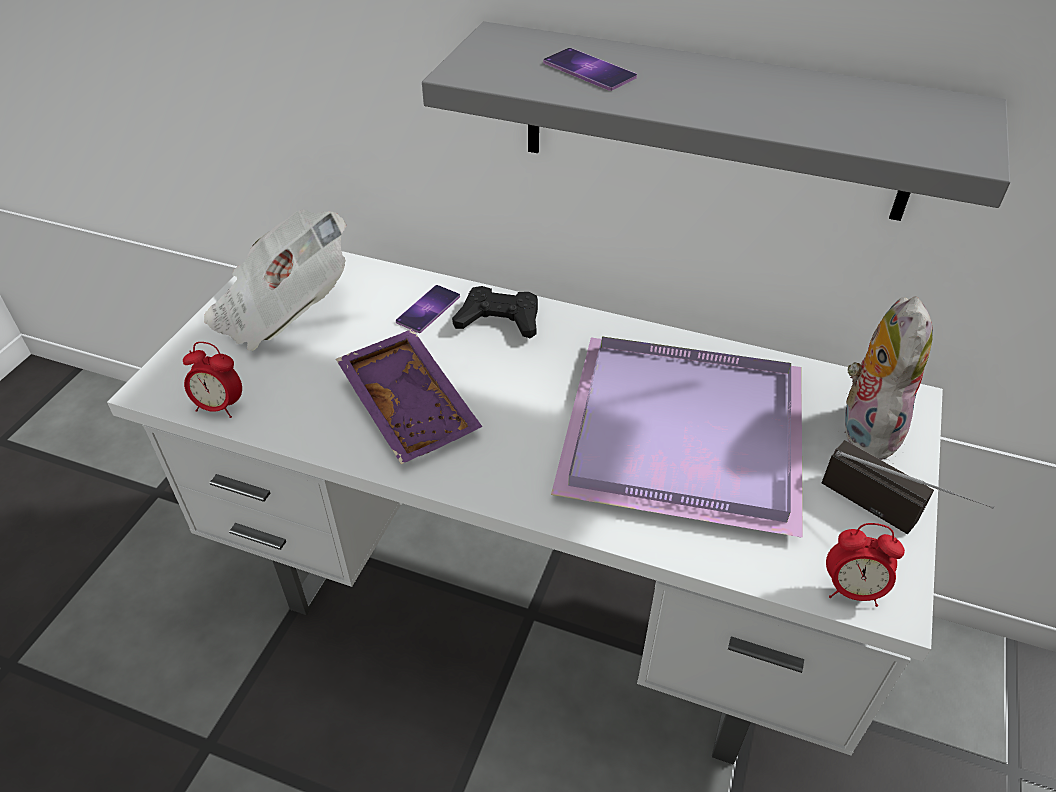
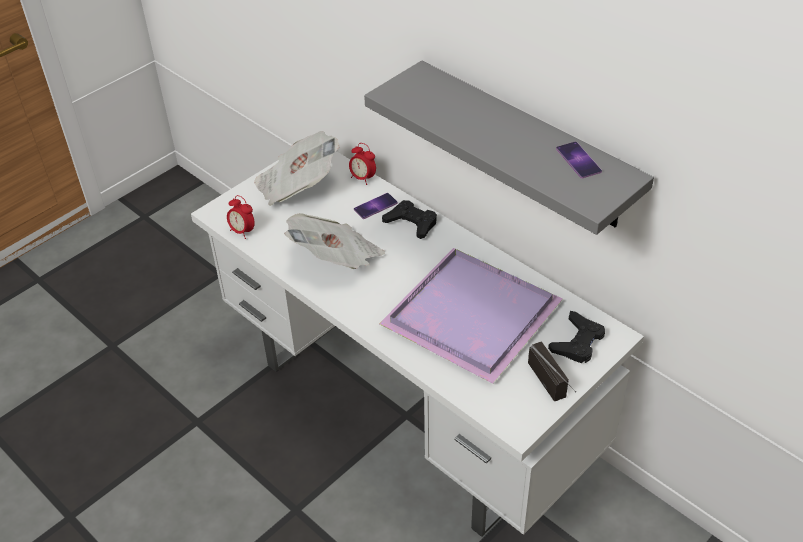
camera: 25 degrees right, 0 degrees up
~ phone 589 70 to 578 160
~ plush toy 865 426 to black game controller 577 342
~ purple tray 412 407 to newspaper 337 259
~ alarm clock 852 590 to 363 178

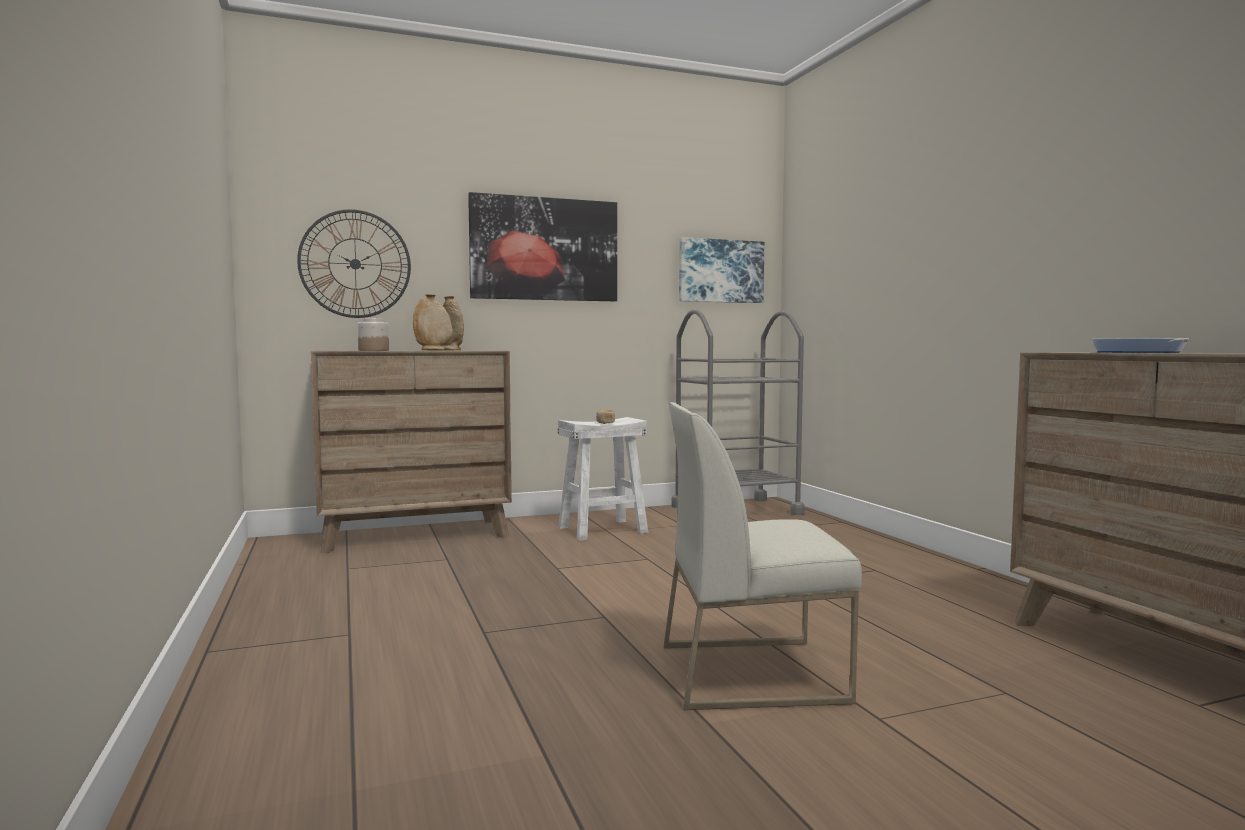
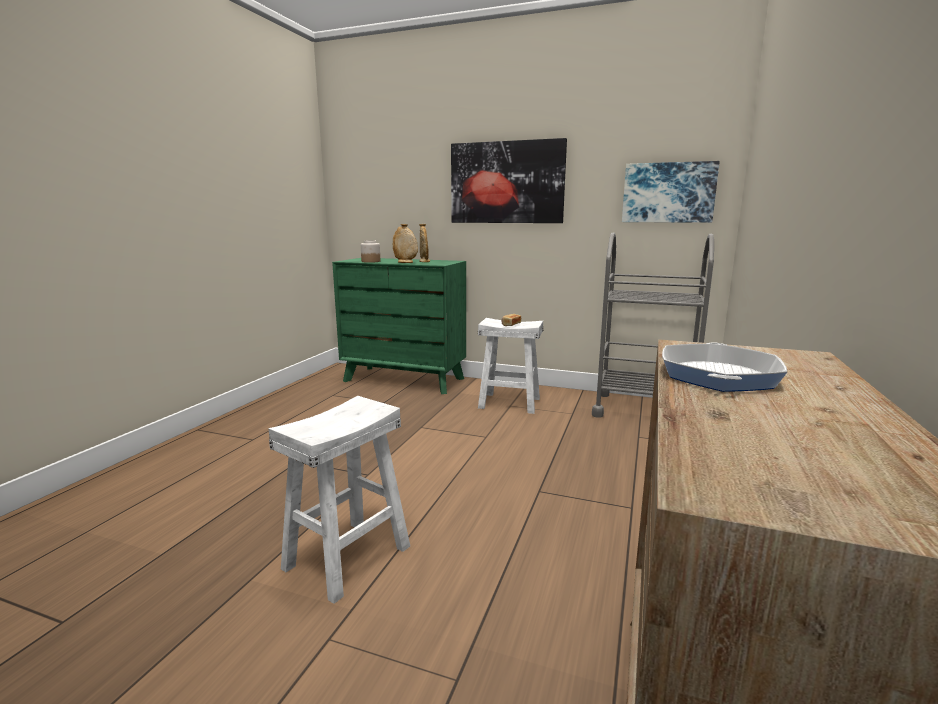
camera: 40 degrees right, 10 degrees up
- wall clock 355 264
~ brown dresser 415 535 to green dresser 404 380
~ white chair 752 672 to white stool 347 556

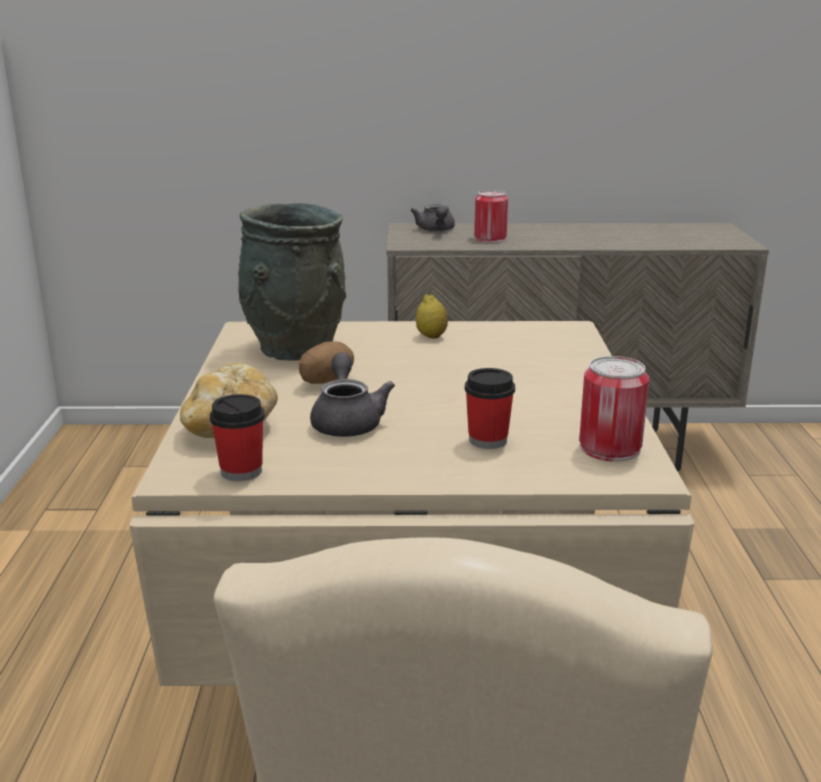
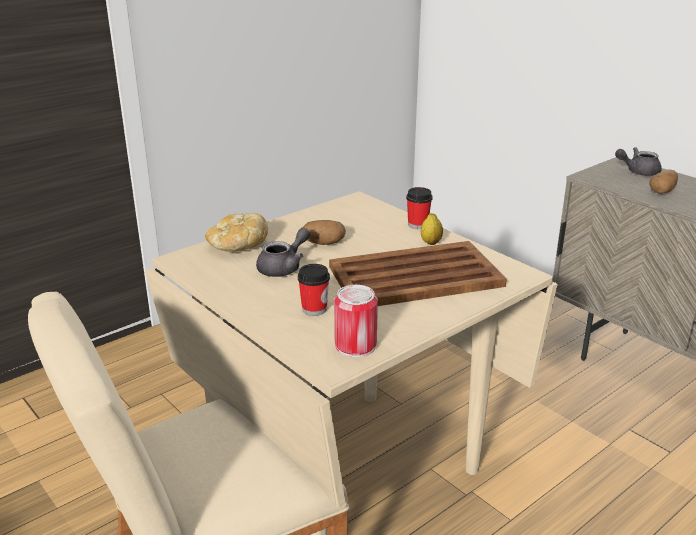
camera: 50 degrees right, 5 degrees up
~ can 490 239 to potato 662 191
- grey vase 294 349
~ grey teapot 436 230 = 638 172 45 degrees clockwise
~ cup 241 471 to 418 225
+ brown tray 417 276

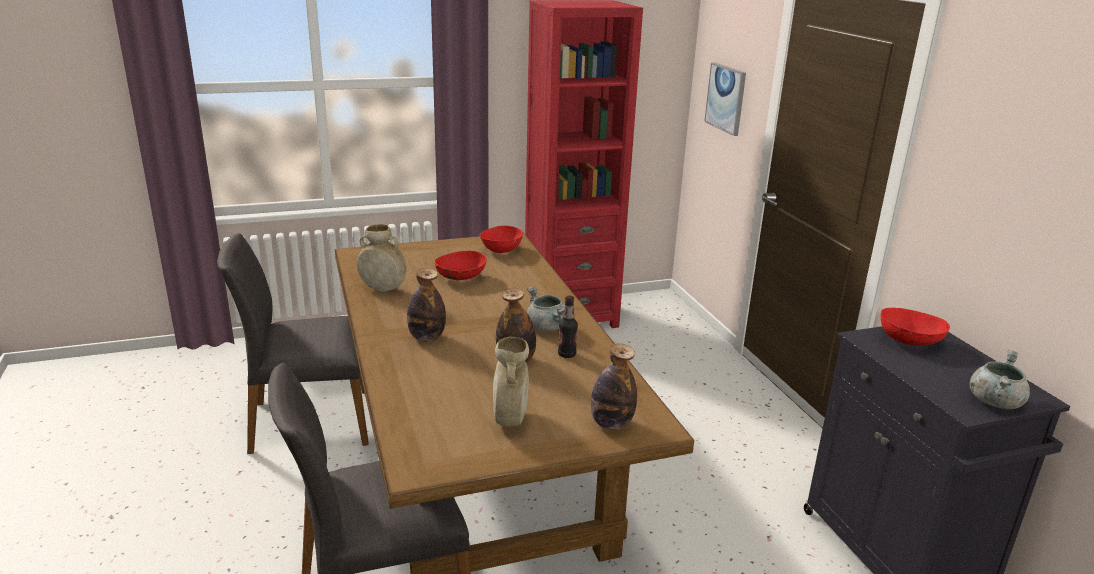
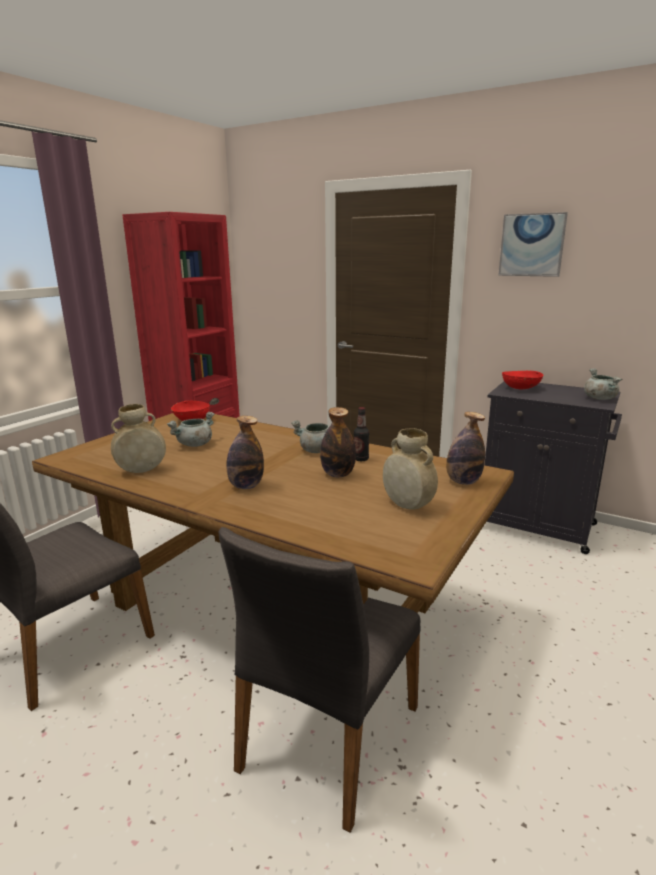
camera: 40 degrees left, 5 degrees down
~ picture 726 98 to 532 245
~ red bowl 461 278 to grey cooking pot 195 445

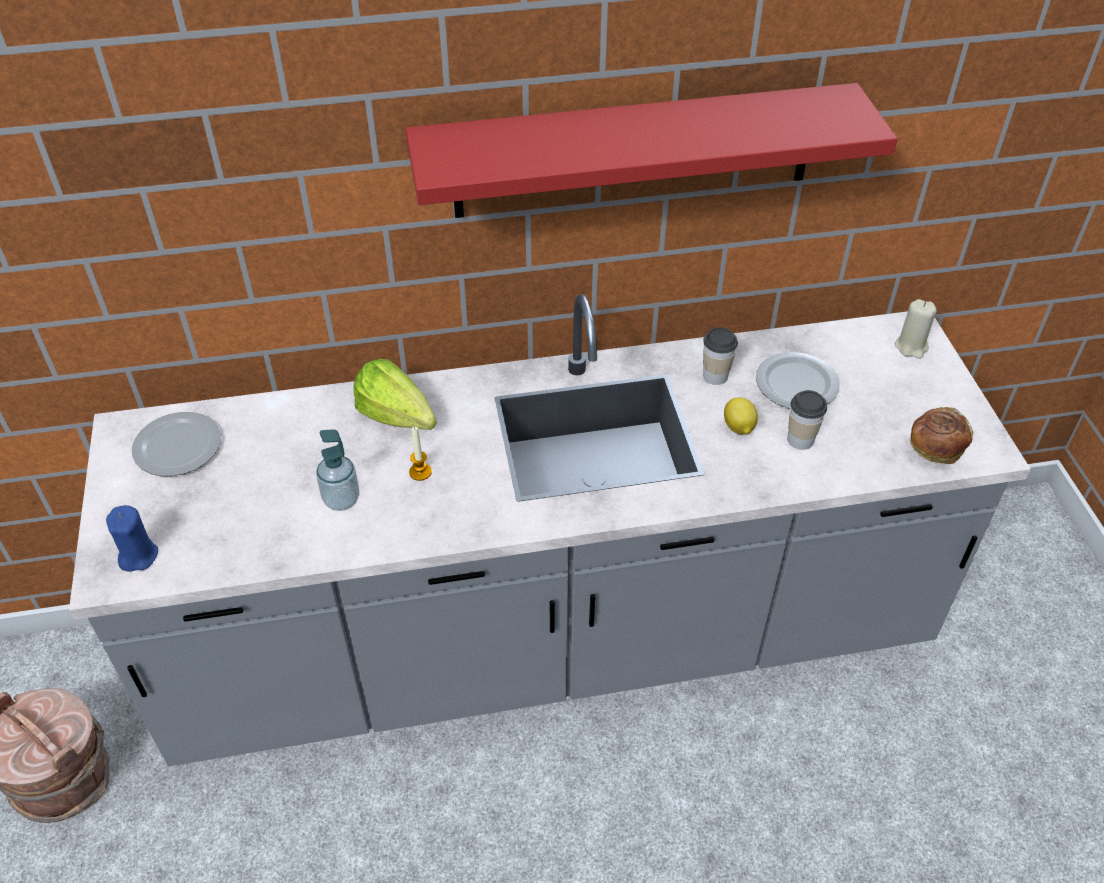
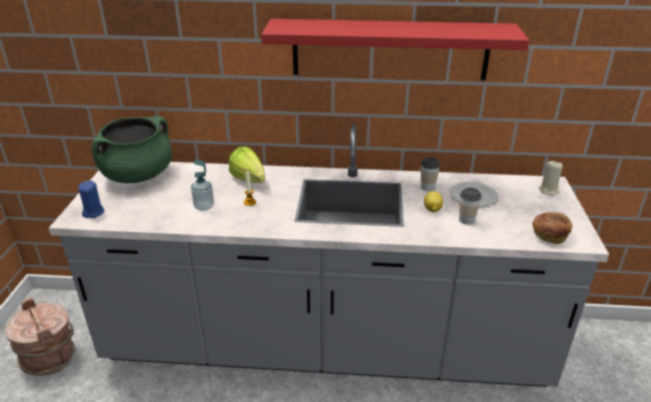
camera: 15 degrees right, 15 degrees down
~ plate 178 445 to green cooking pot 138 175

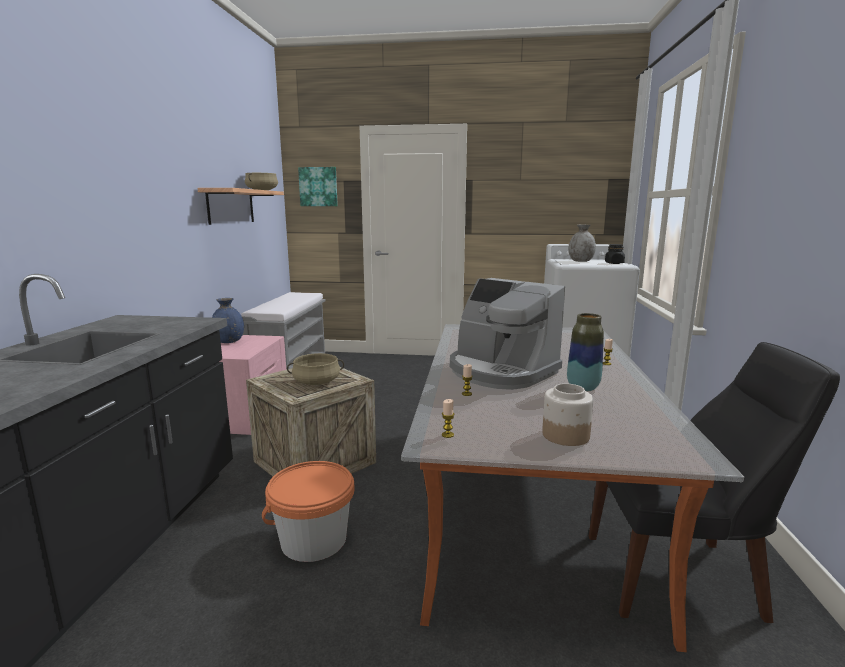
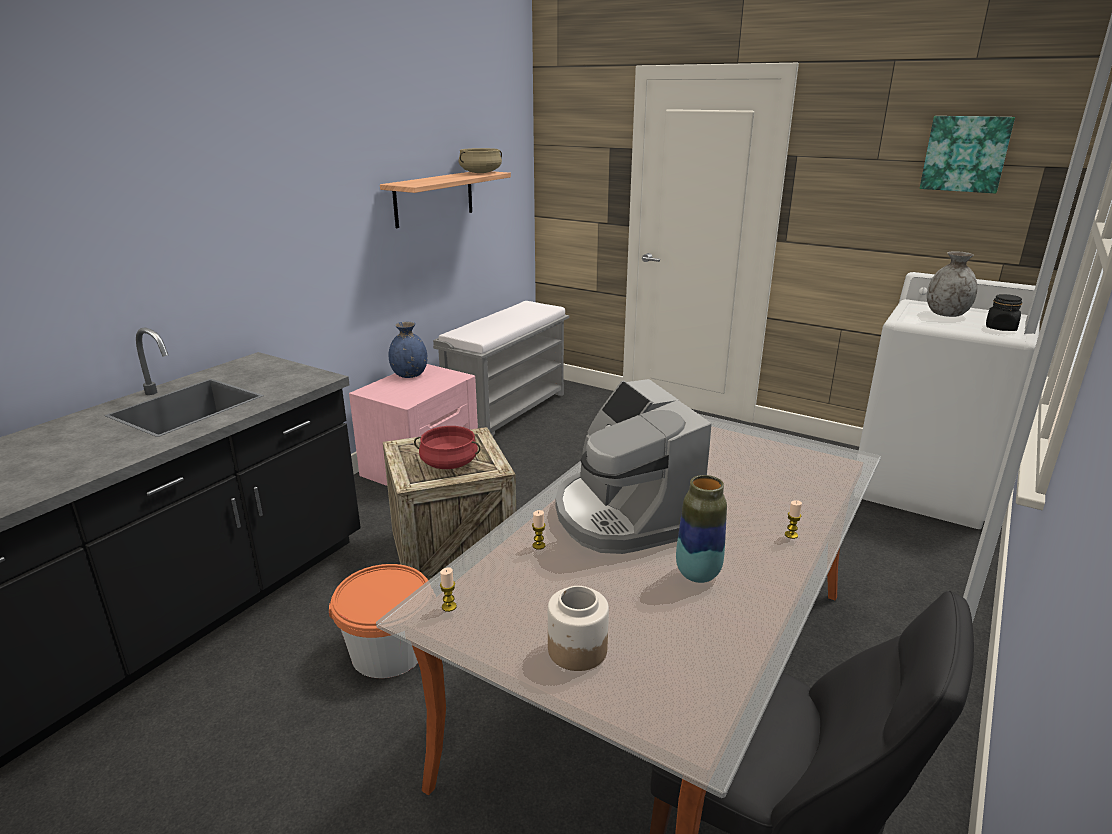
camera: 25 degrees right, 10 degrees up
~ picture 318 187 to 965 154
~ beige cooking pot 316 382 to red cooking pot 449 463

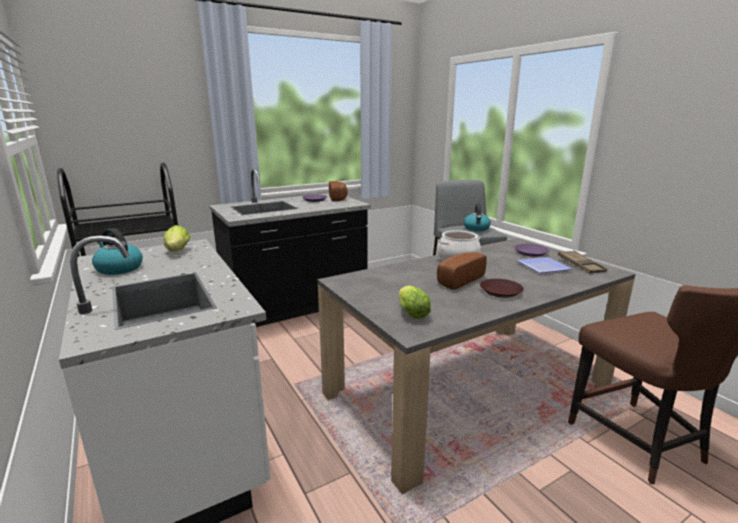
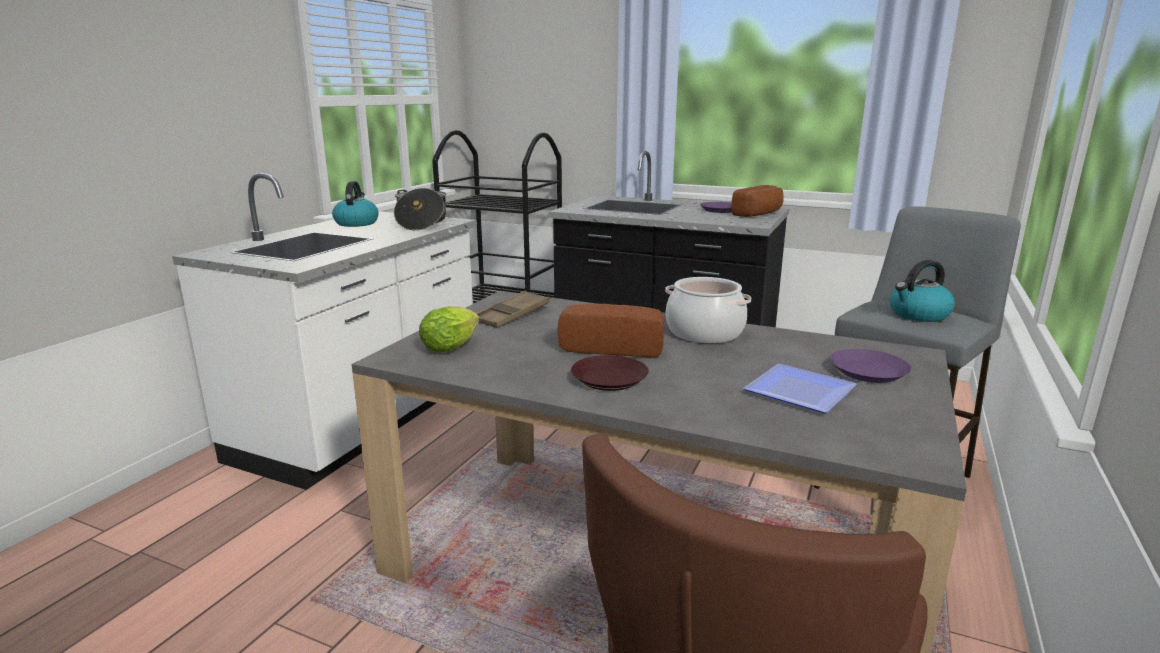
camera: 55 degrees right, 0 degrees up
~ lettuce 177 252 to cooking pot 421 223
~ brown tray 580 265 to 512 315

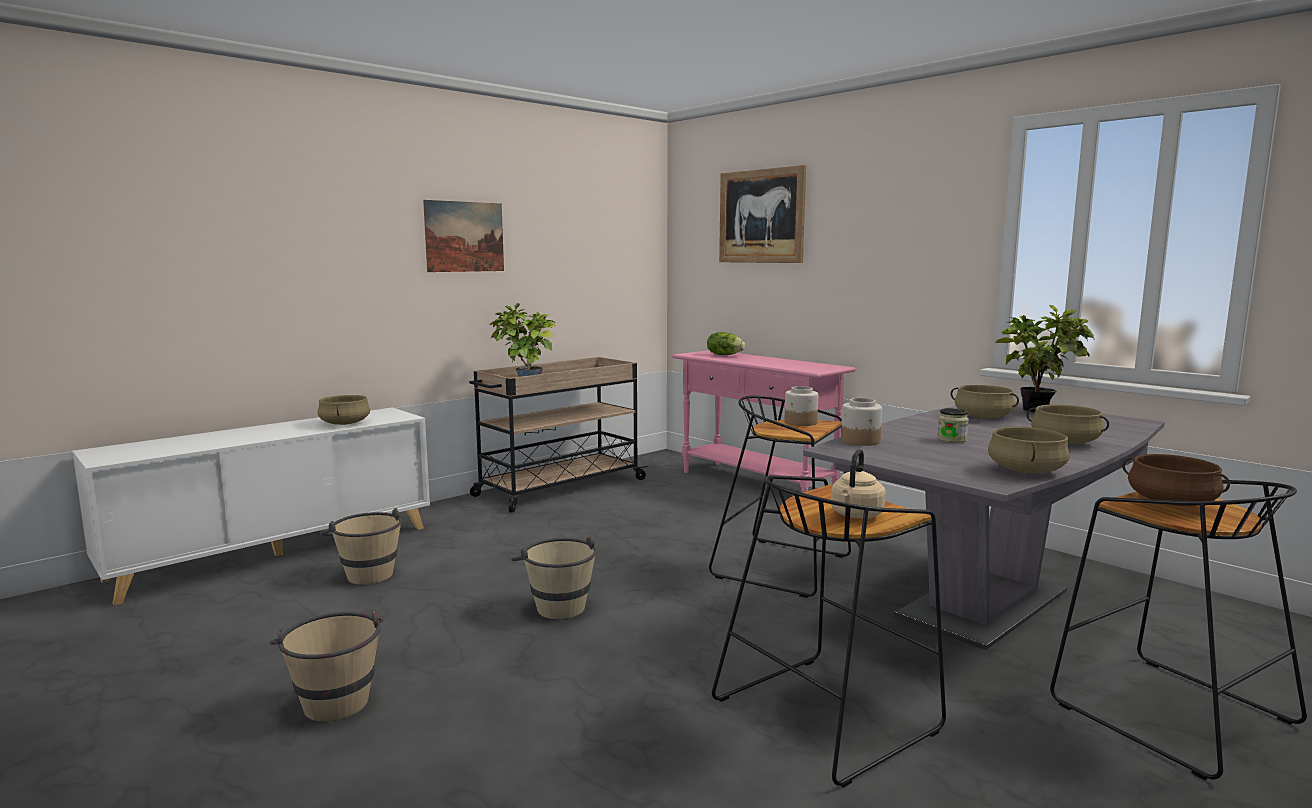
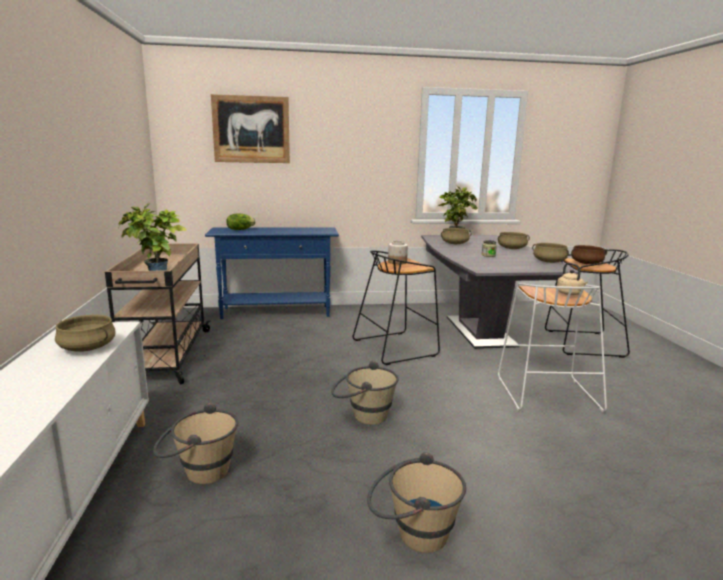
camera: 55 degrees left, 5 degrees up
- picture 464 236
~ pink console table 756 483 to blue console table 276 312
- jar 861 441
~ black stool 826 713 to white stool 545 393

